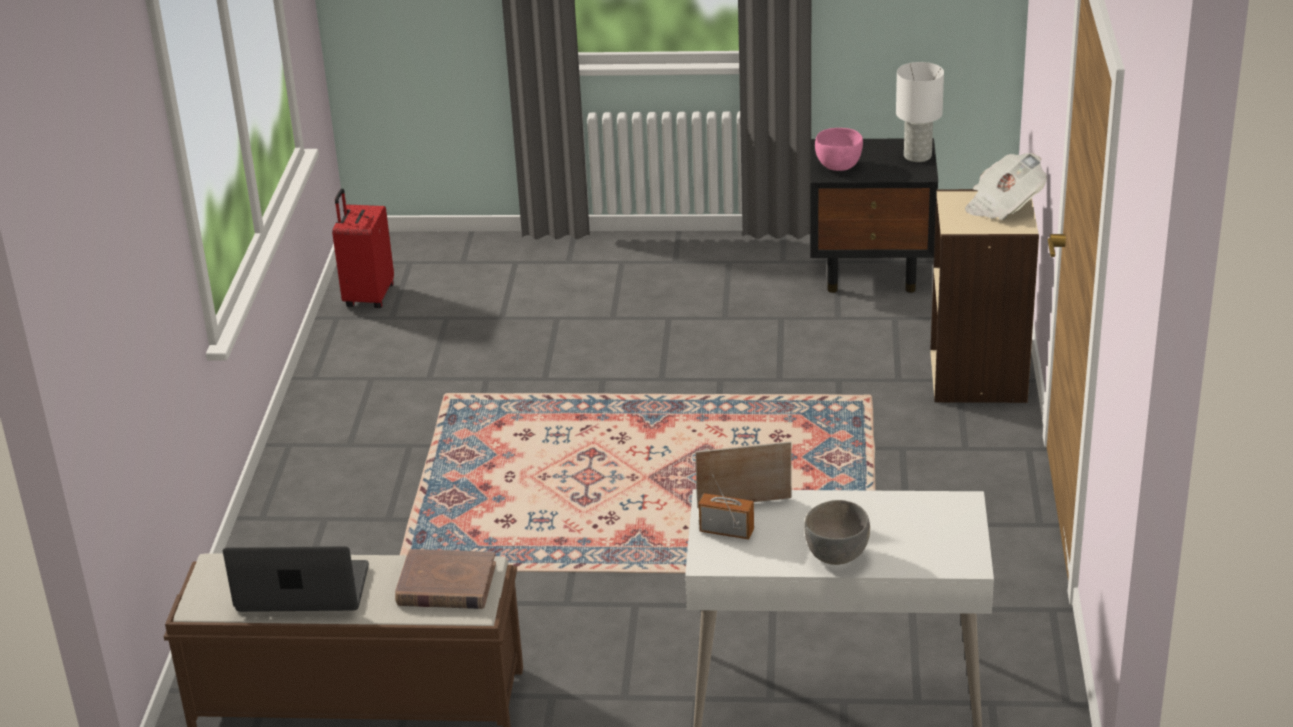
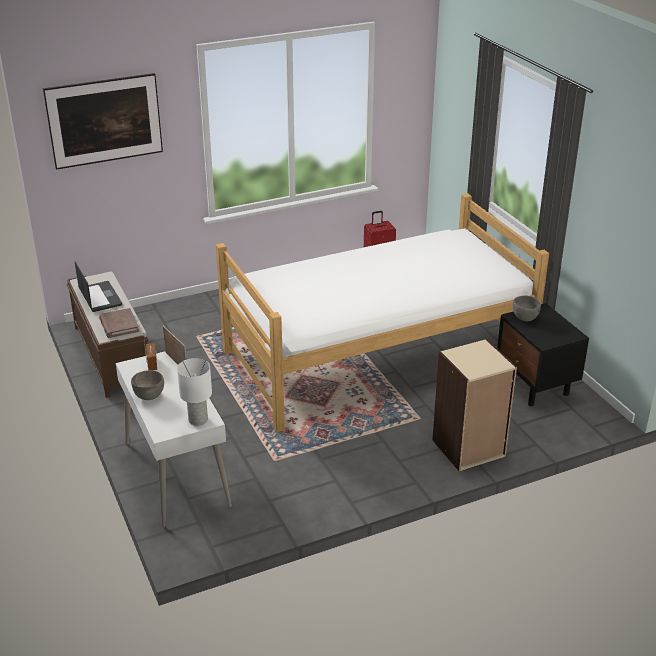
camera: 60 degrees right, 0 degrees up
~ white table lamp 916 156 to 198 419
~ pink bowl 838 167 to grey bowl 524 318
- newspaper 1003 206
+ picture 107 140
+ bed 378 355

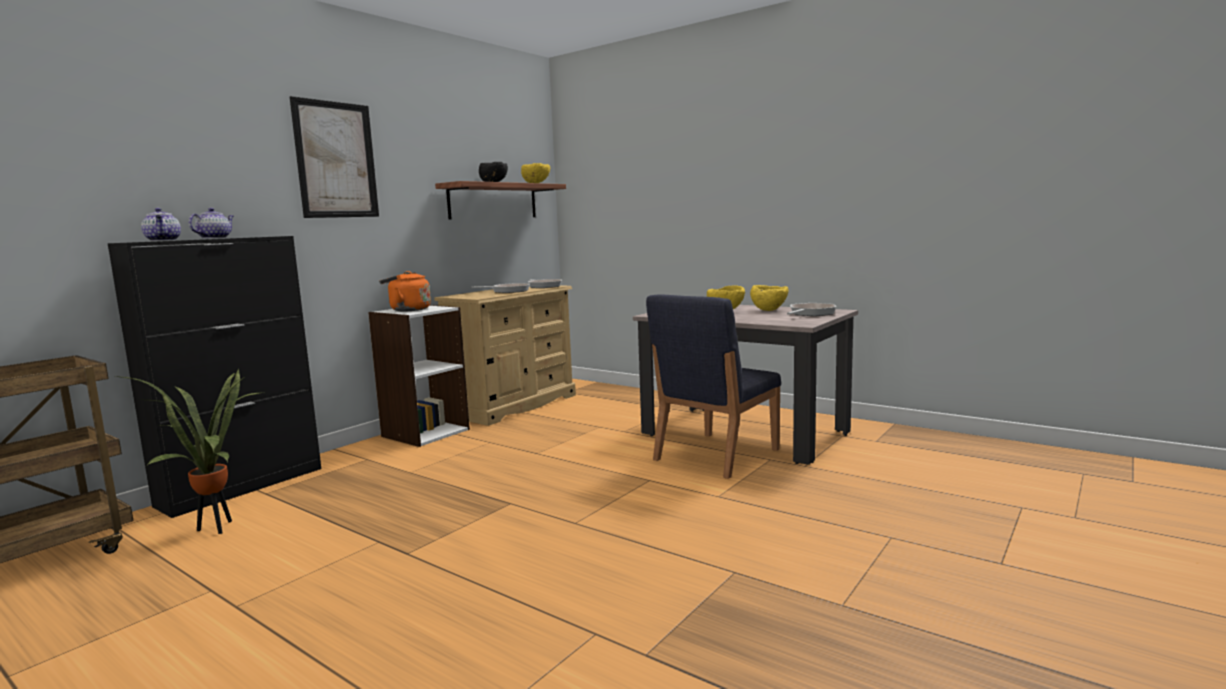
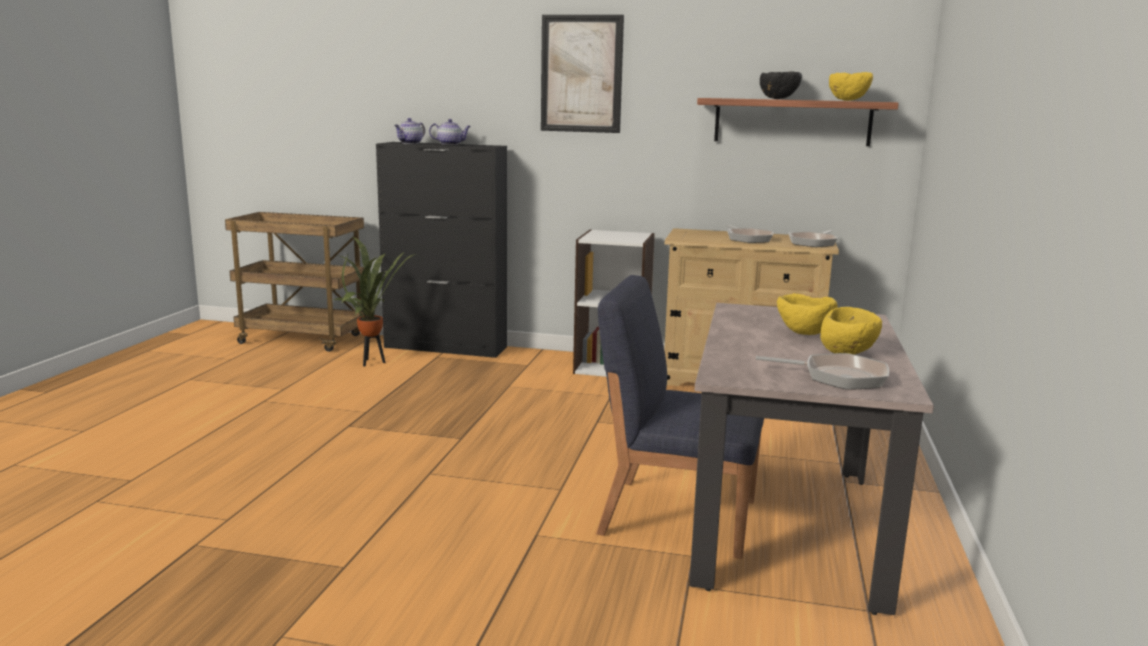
camera: 65 degrees right, 5 degrees up
- orange kettle 407 310

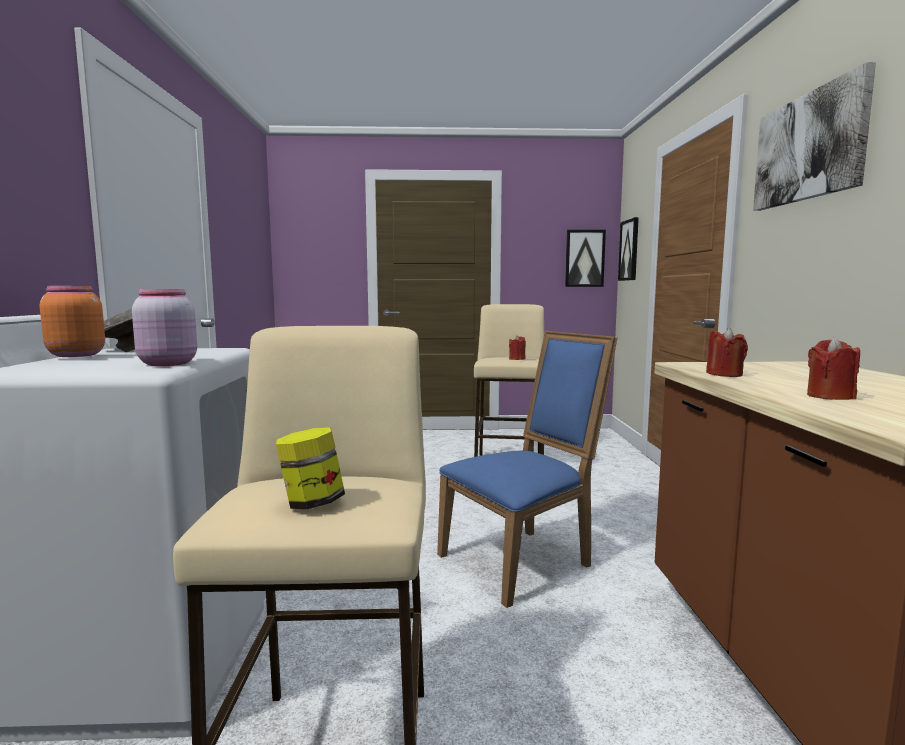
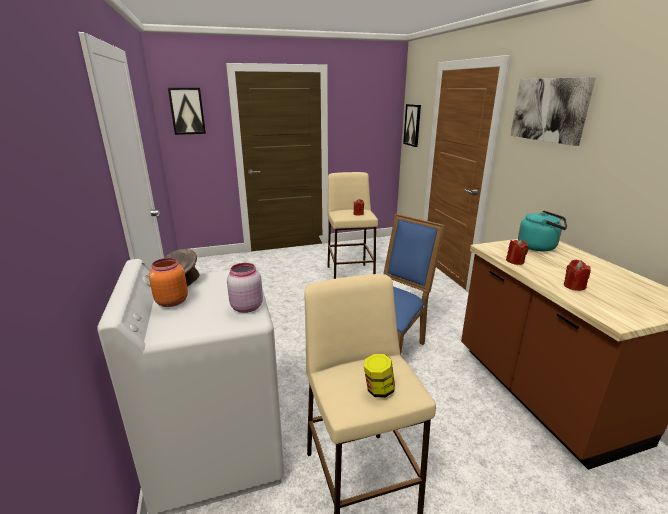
camera: 15 degrees left, 15 degrees up
~ picture 584 258 to 187 111
+ turquoise kettle 539 247

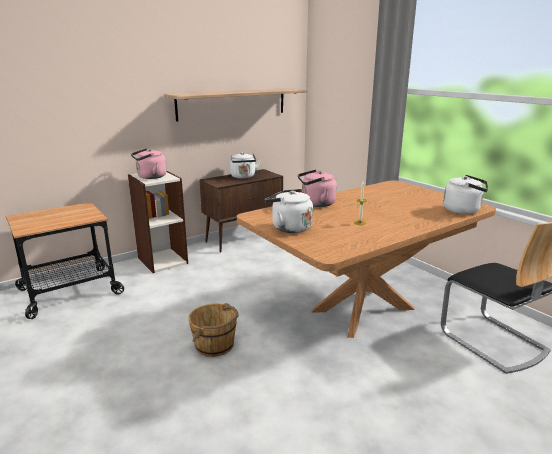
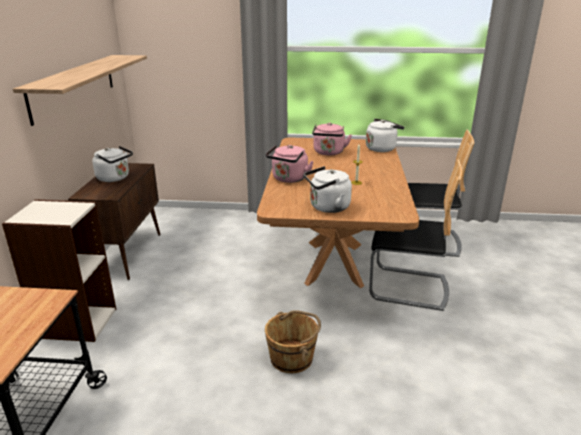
camera: 50 degrees left, 5 degrees up
~ pink kettle 150 177 to 328 153
+ chair 408 287

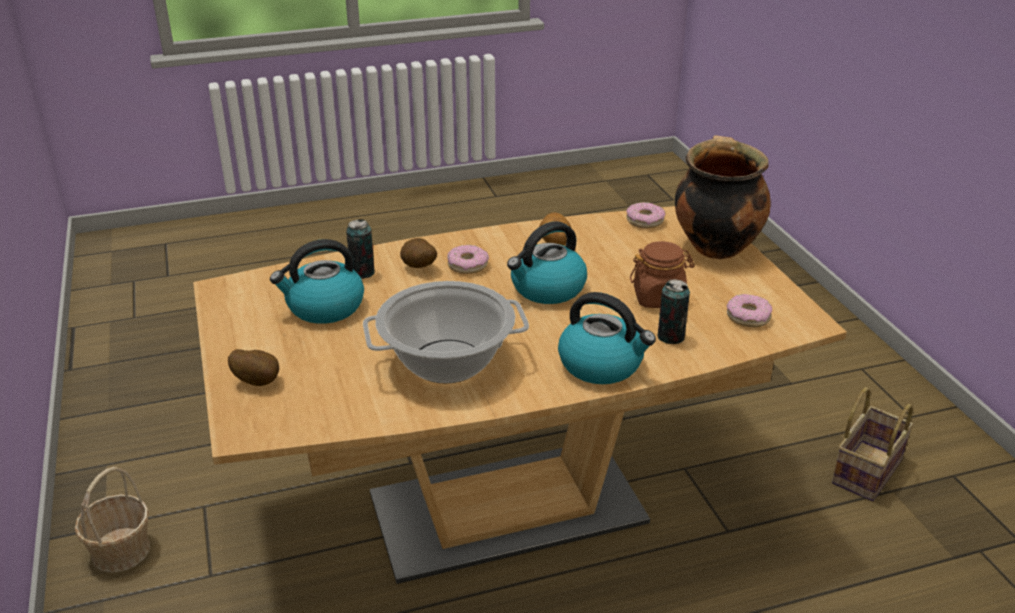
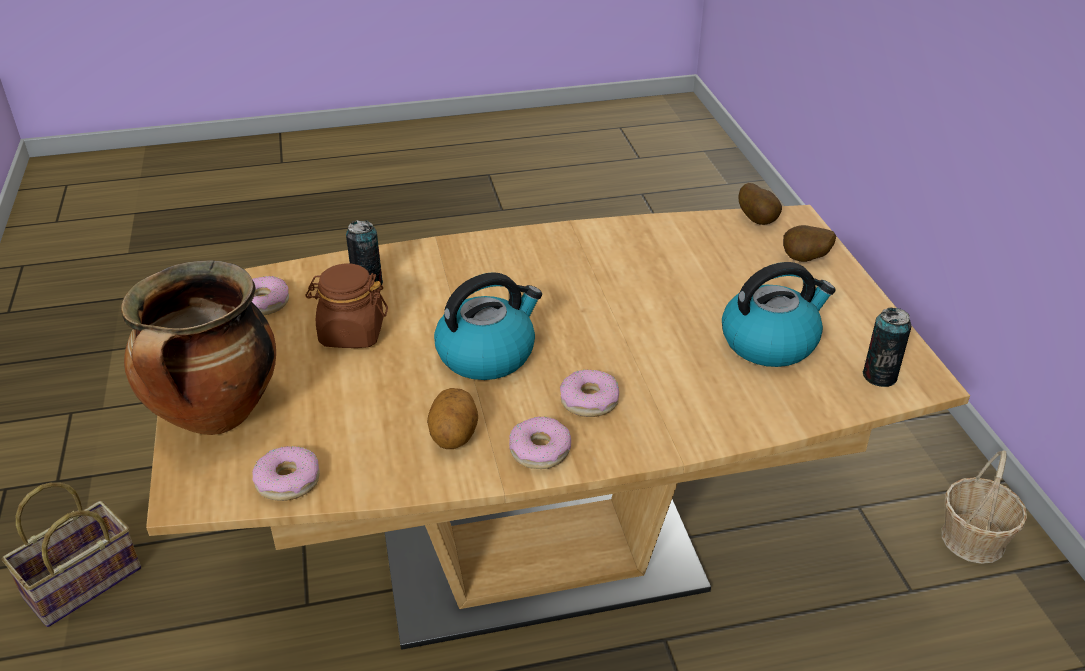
camera: 175 degrees left, 5 degrees up
~ can 362 273 to 879 376
~ potato 418 268 to 758 220
- cooking pot 446 362
- kettle 602 365
+ donut 539 450

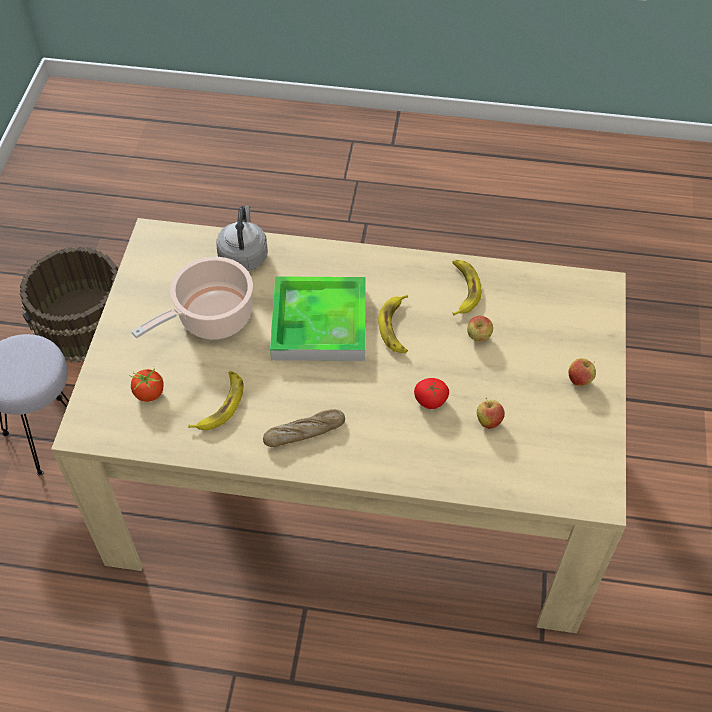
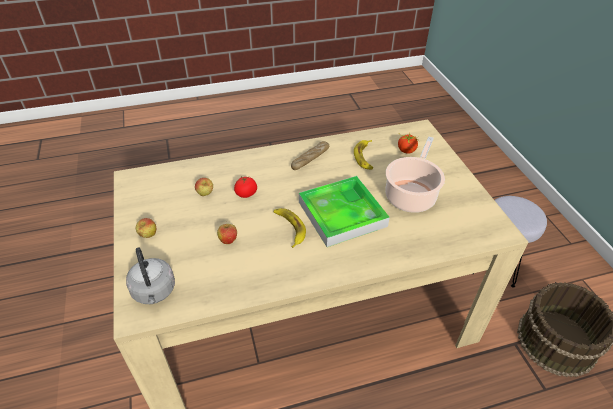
camera: 155 degrees right, 10 degrees down
~ grey kettle 244 255 to 154 292
- banana 463 289

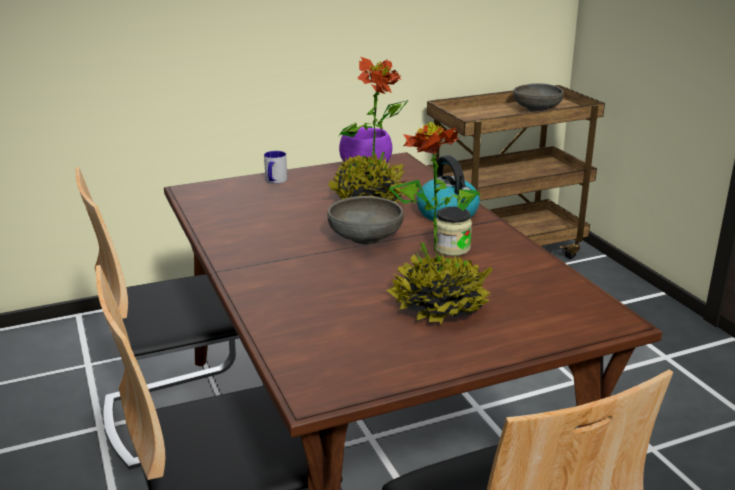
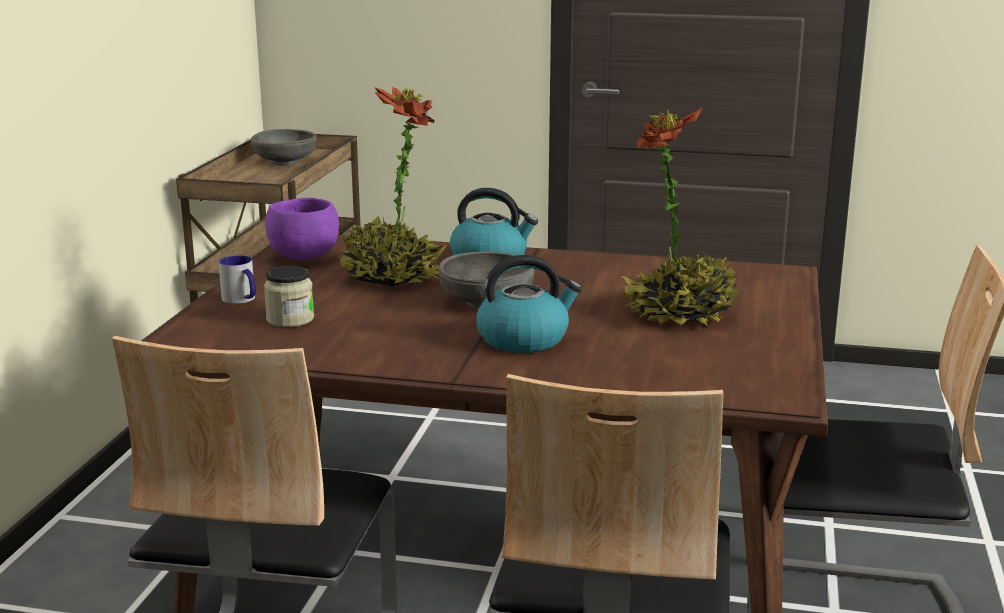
camera: 55 degrees left, 5 degrees down
~ jar 452 248 to 290 319
+ kettle 524 339

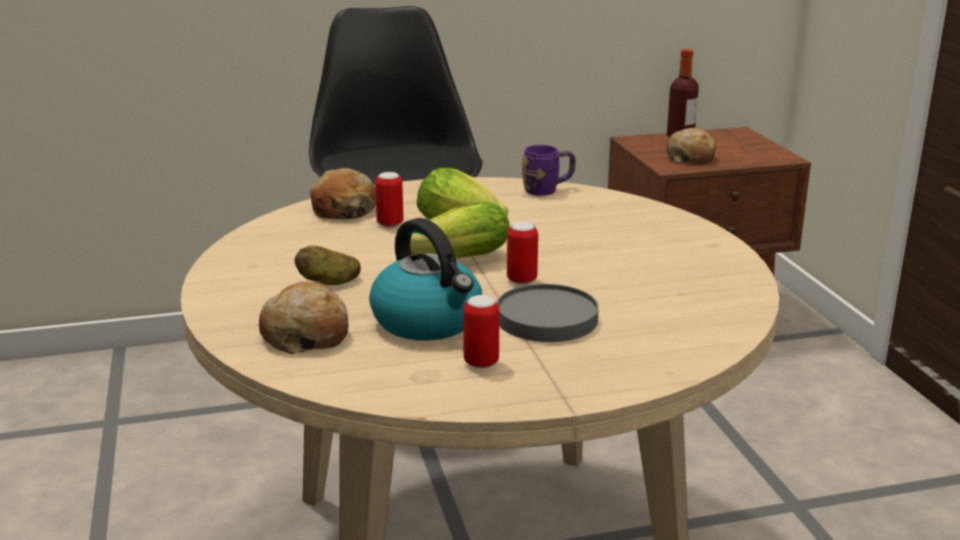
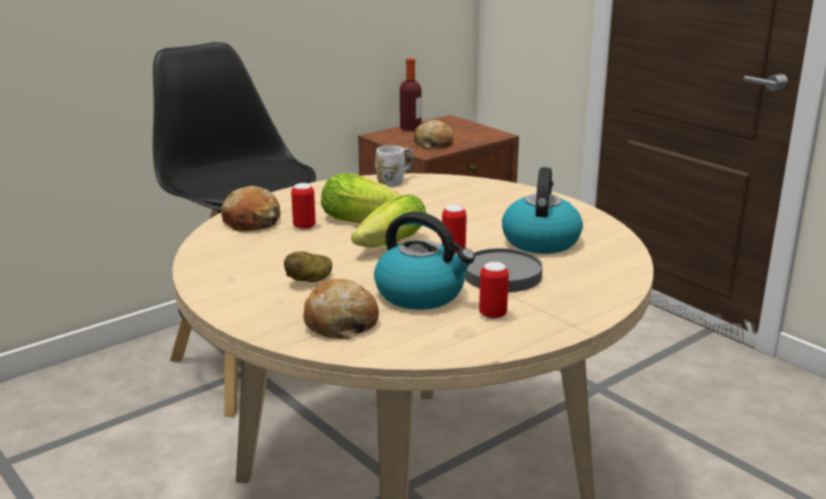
camera: 25 degrees left, 0 degrees up
~ purple mug 548 190 to white mug 395 181
+ kettle 540 240

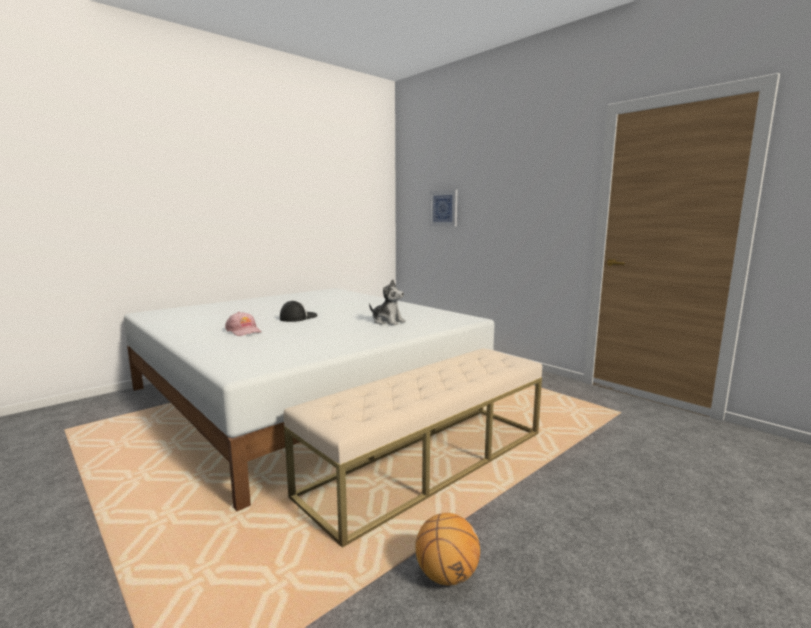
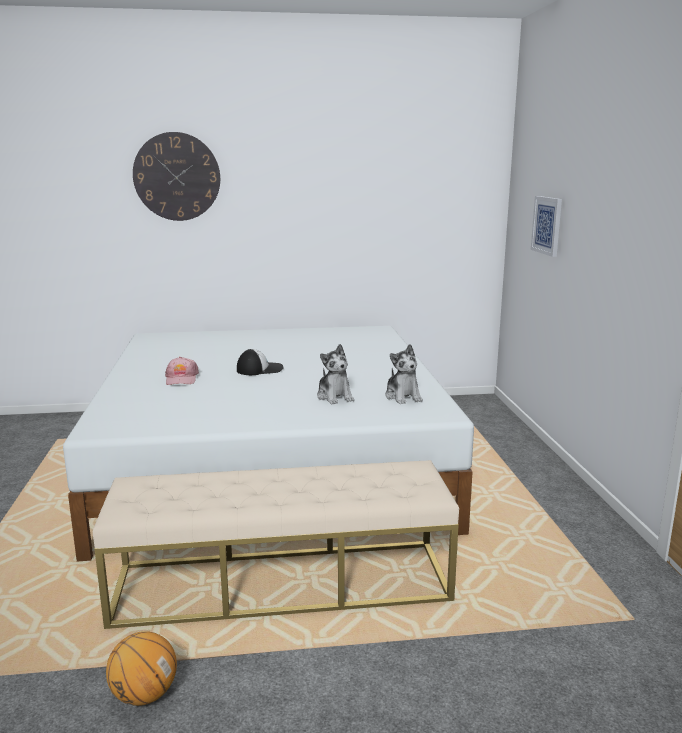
camera: 35 degrees right, 5 degrees up
+ wall clock 177 177
+ plush toy 403 397

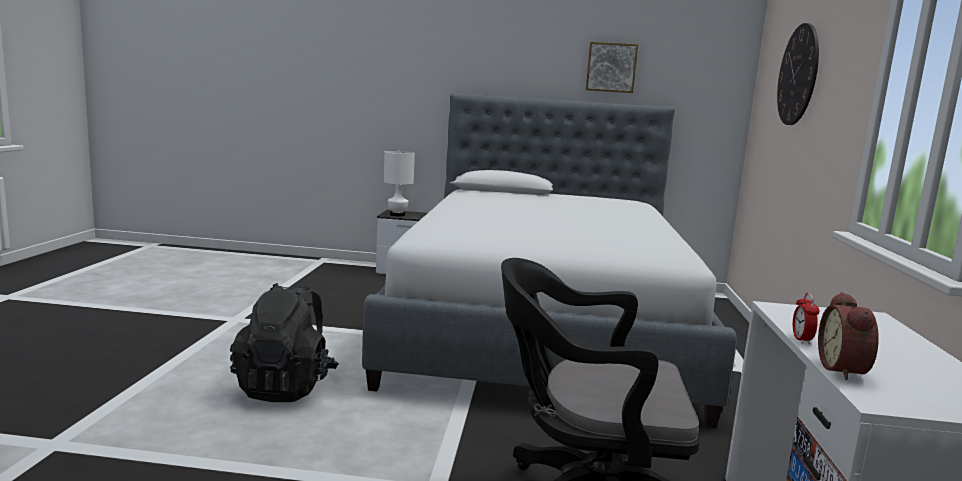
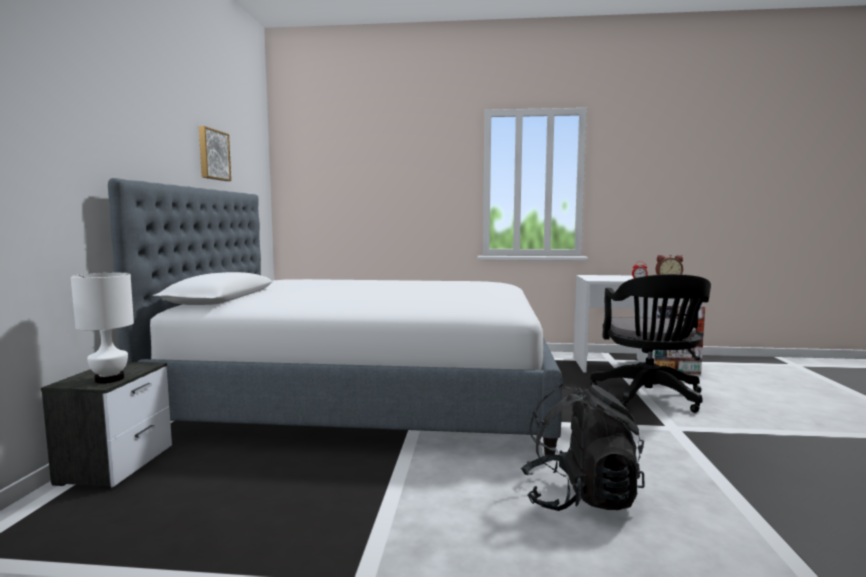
camera: 90 degrees left, 5 degrees down
- wall clock 798 75

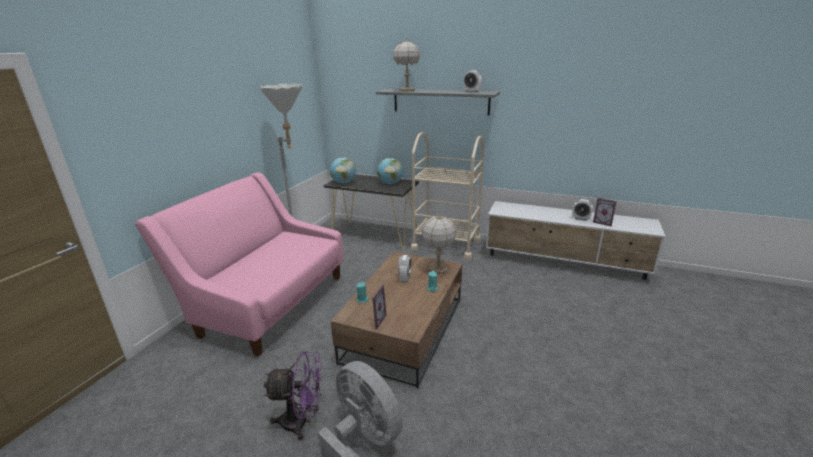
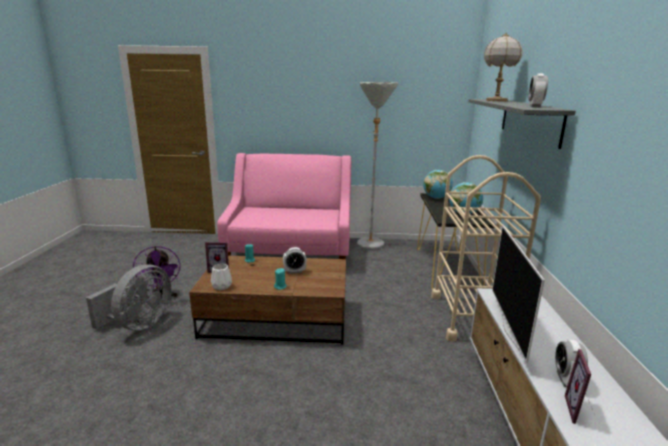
camera: 70 degrees right, 5 degrees down
- table lamp 438 269
+ television 511 331
+ white vase 221 286

